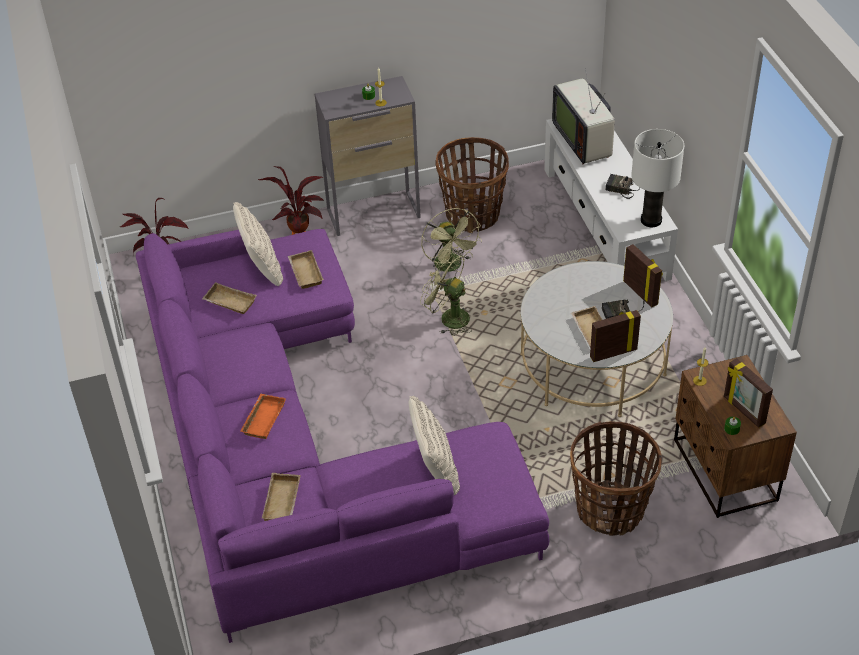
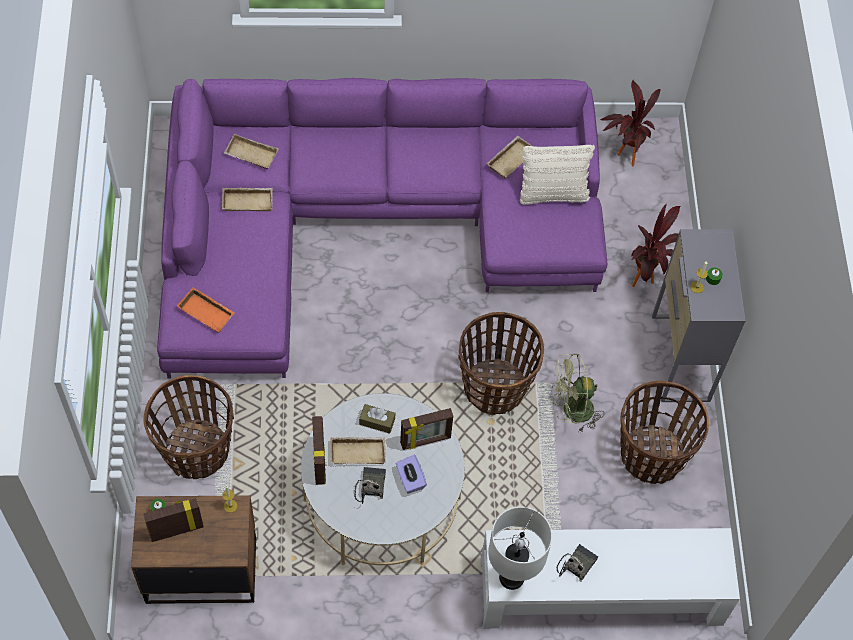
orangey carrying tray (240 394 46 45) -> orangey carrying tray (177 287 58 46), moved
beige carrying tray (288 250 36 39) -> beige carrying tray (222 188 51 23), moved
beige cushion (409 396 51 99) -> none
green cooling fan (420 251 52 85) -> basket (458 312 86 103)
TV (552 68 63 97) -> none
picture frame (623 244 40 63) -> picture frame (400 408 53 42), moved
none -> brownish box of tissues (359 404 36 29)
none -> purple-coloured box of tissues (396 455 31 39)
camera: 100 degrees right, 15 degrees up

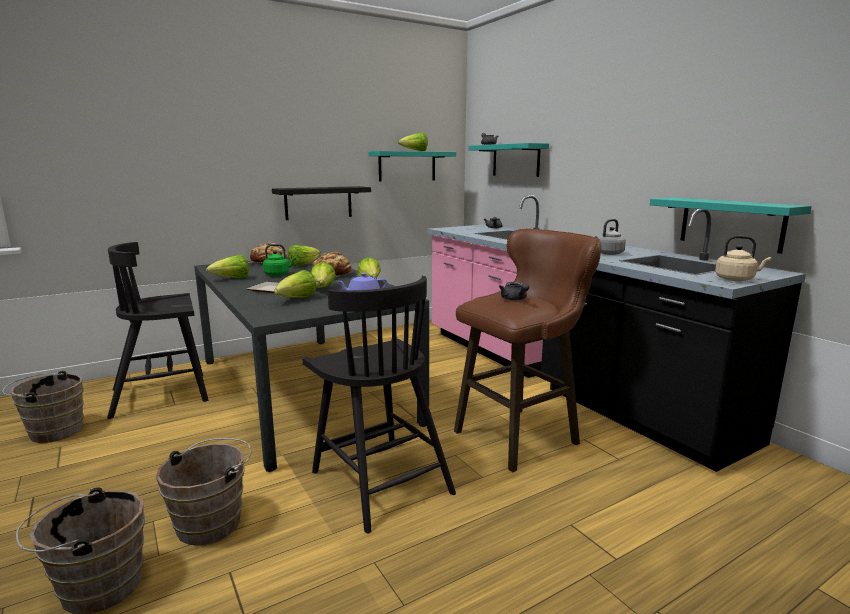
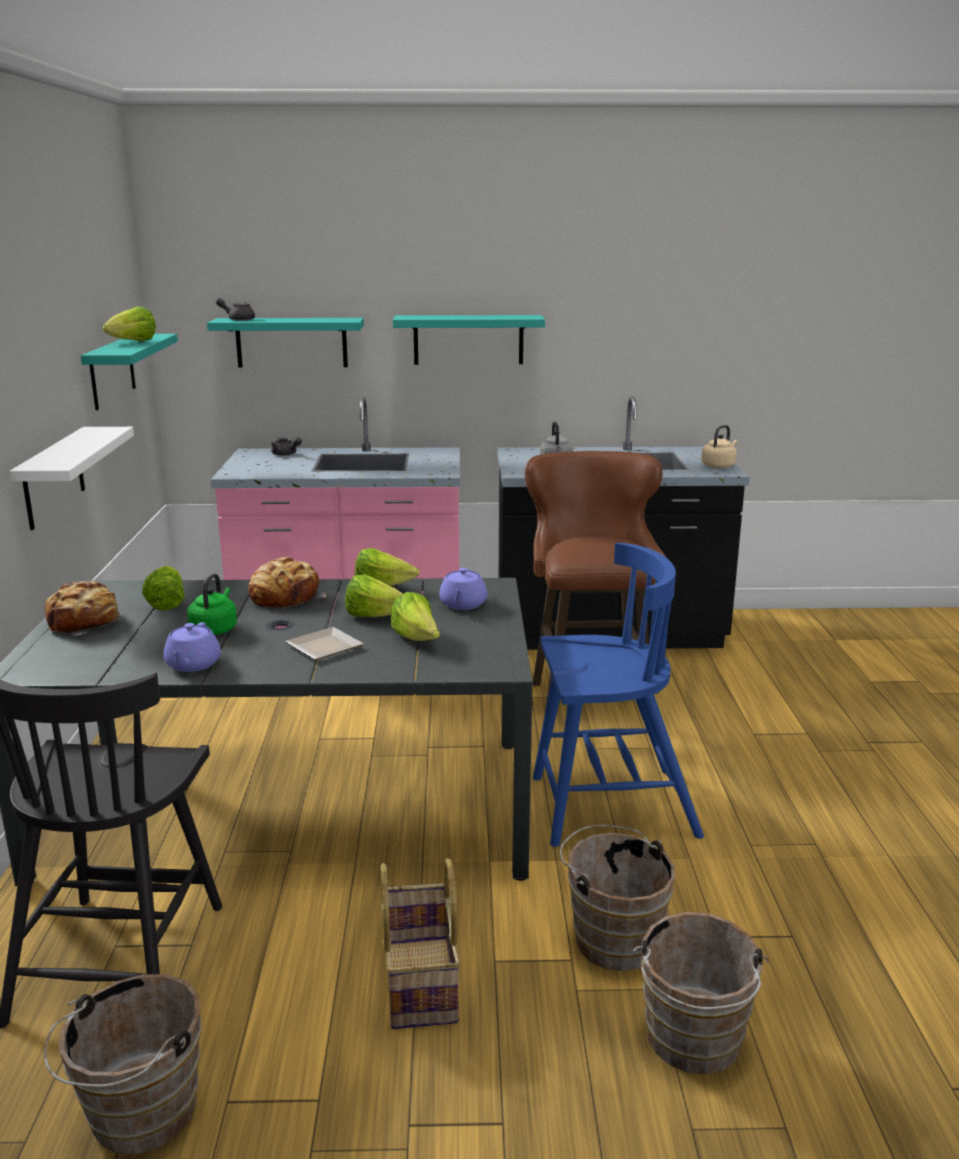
lettuce head (206 255 43 23) -> purple-coloured tea pot (163 622 58 50)
black-coloured bracket shelf (272 186 99 34) -> white bracket shelf (9 427 125 103)
black-coloured chair (302 276 154 258) -> blue-coloured chair (533 543 171 304)
greyish tea pot (499 282 30 18) -> none
blue-green bracket shelf (650 197 162 57) -> blue-green bracket shelf (393 315 152 50), moved
none -> basket (380 858 81 171)
camera: 60 degrees left, 5 degrees up

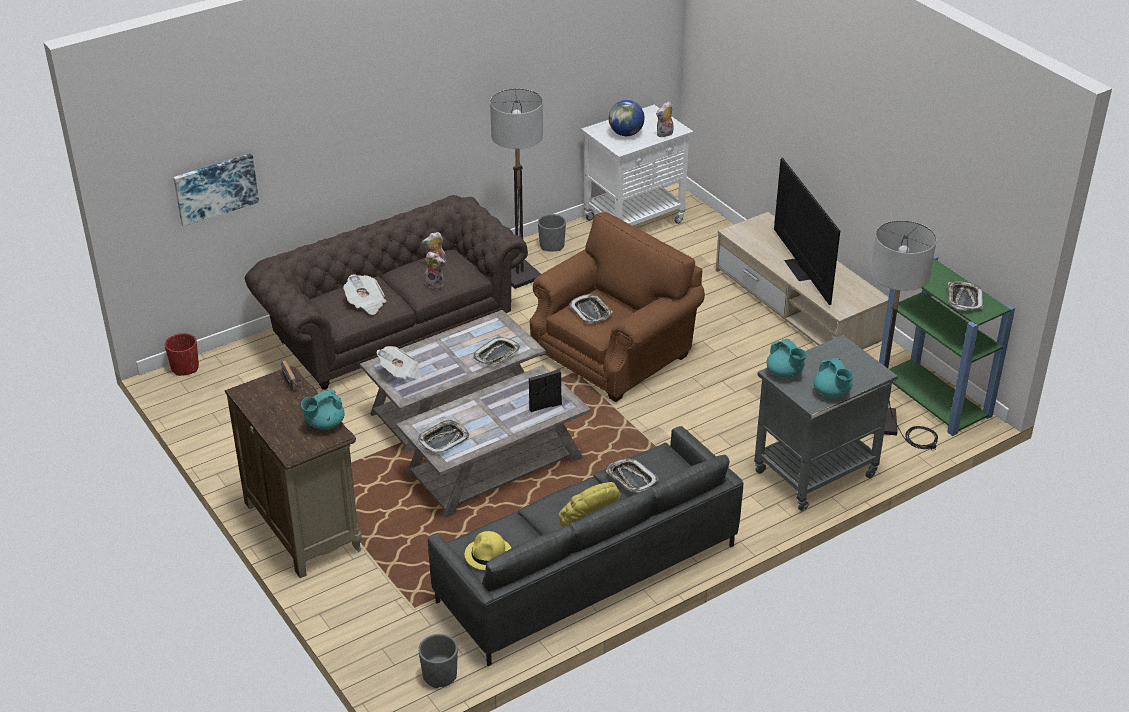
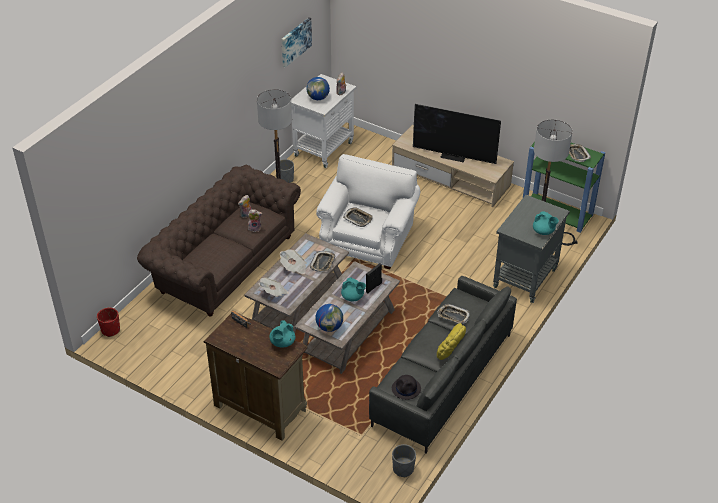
wall picture (173 154 86 72) -> wall picture (282 17 30 50), moved
newspaper (343 274 43 41) -> newspaper (280 249 27 25), moved
carrying tray (418 419 51 35) -> globe (316 304 27 28)
yellowish hat (465 531 46 39) -> black-coloured hat (392 375 29 25)
brownish easy chair (530 212 175 190) -> white easy chair (316 154 104 116)
blue-green tea pot (766 339 41 39) -> blue-green tea pot (341 277 25 24), moved
TV (774 158 66 147) -> TV (413 104 88 60), 150 degrees clockwise
camera: 25 degrees left, 5 degrees up

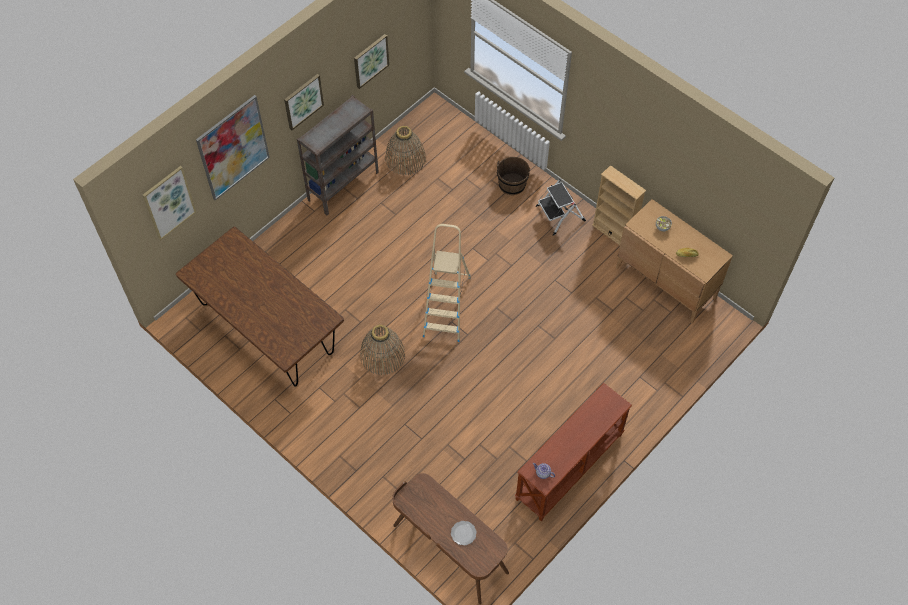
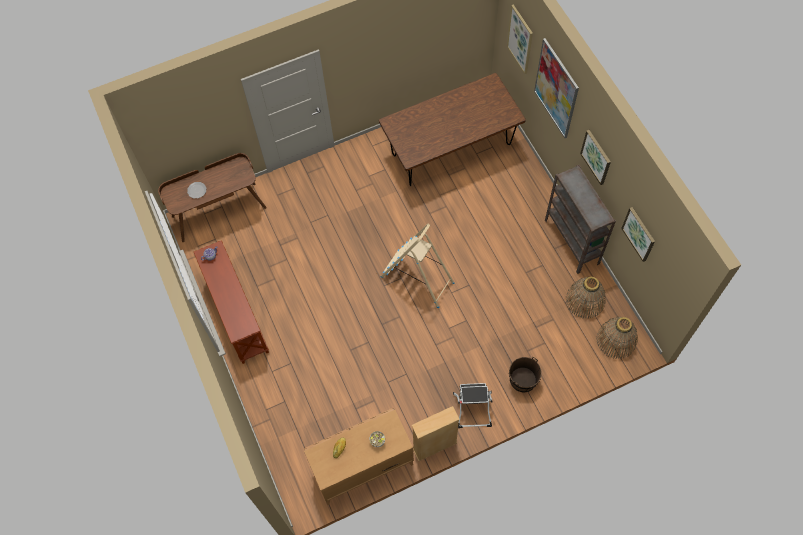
basket (360 325 45 50) -> basket (597 317 41 42), moved
camera: 115 degrees right, 5 degrees up

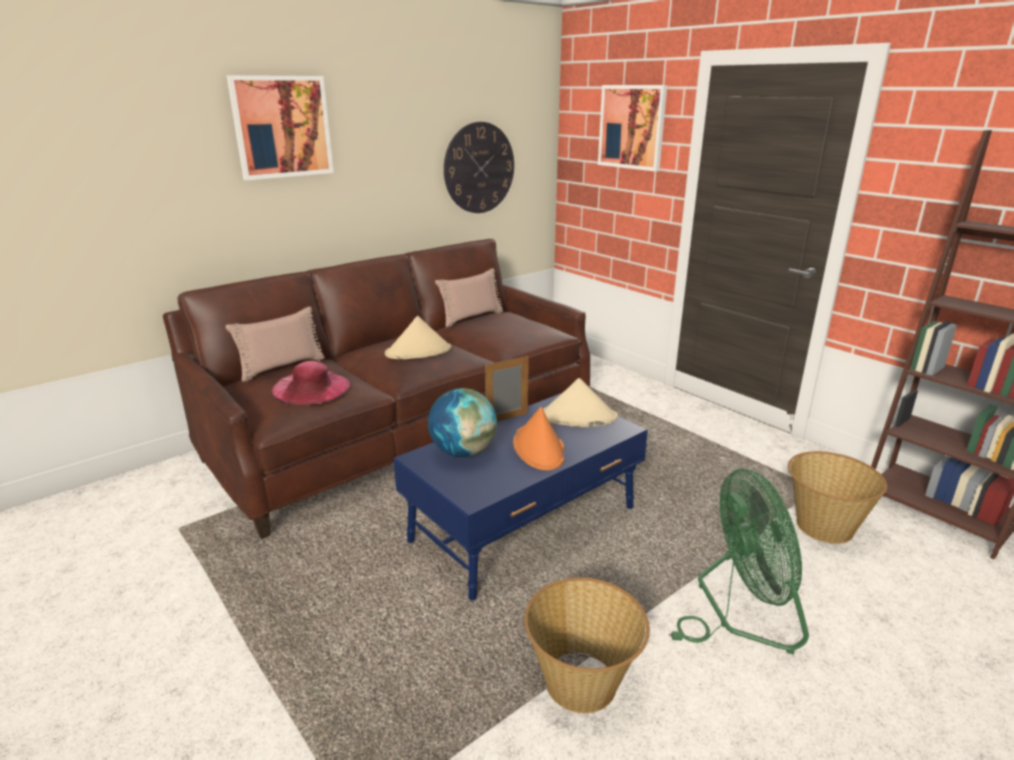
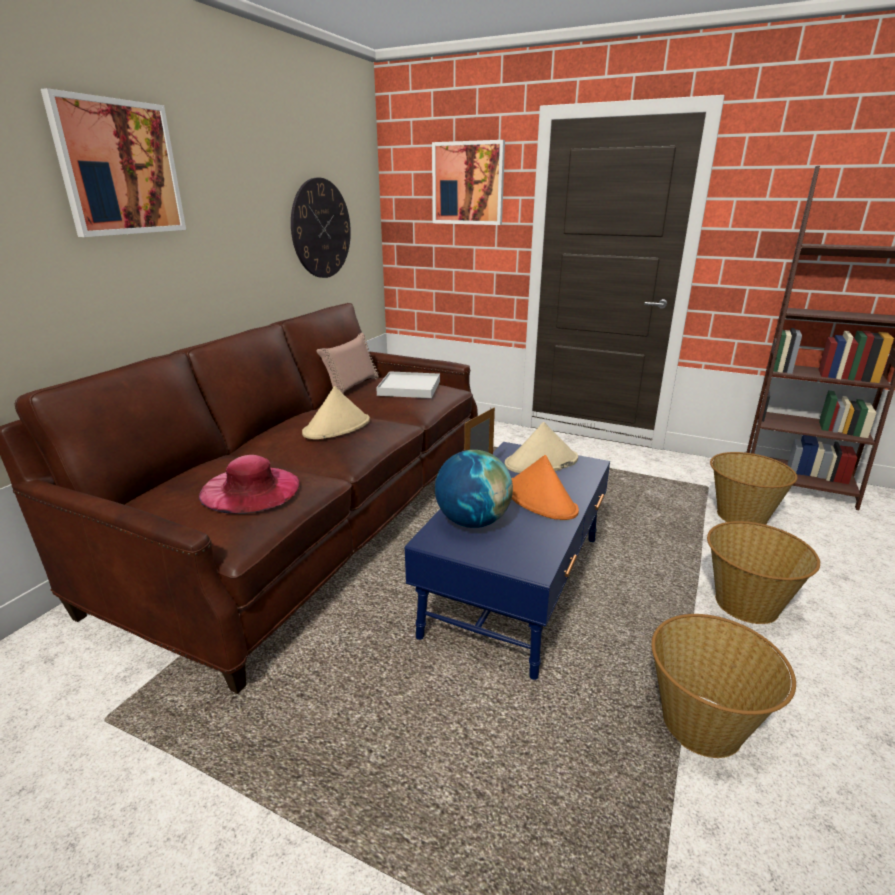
beige cushion (225 307 100 75) -> none
green cooling fan (669 468 140 187) -> basket (707 521 113 103)
none -> white carrying tray (376 371 64 27)
camera: 25 degrees left, 0 degrees up

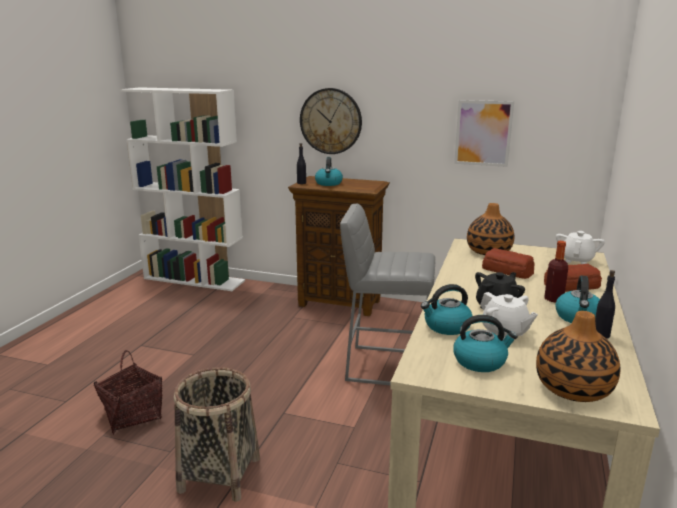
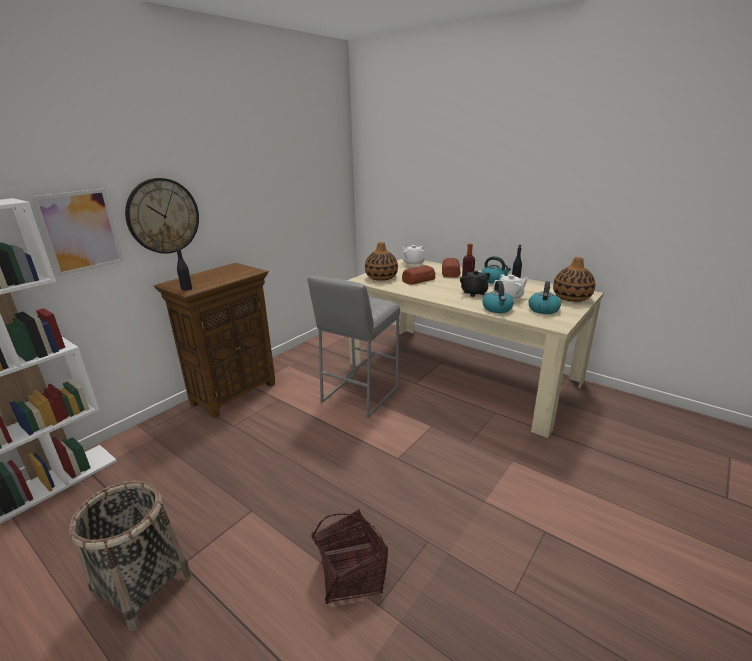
basket (174 367 86 135) -> basket (69 480 123 151), moved
water kettle (315 157 28 29) -> none
wall picture (454 100 60 67) -> wall picture (31 189 93 87), moved
camera: 70 degrees left, 5 degrees up

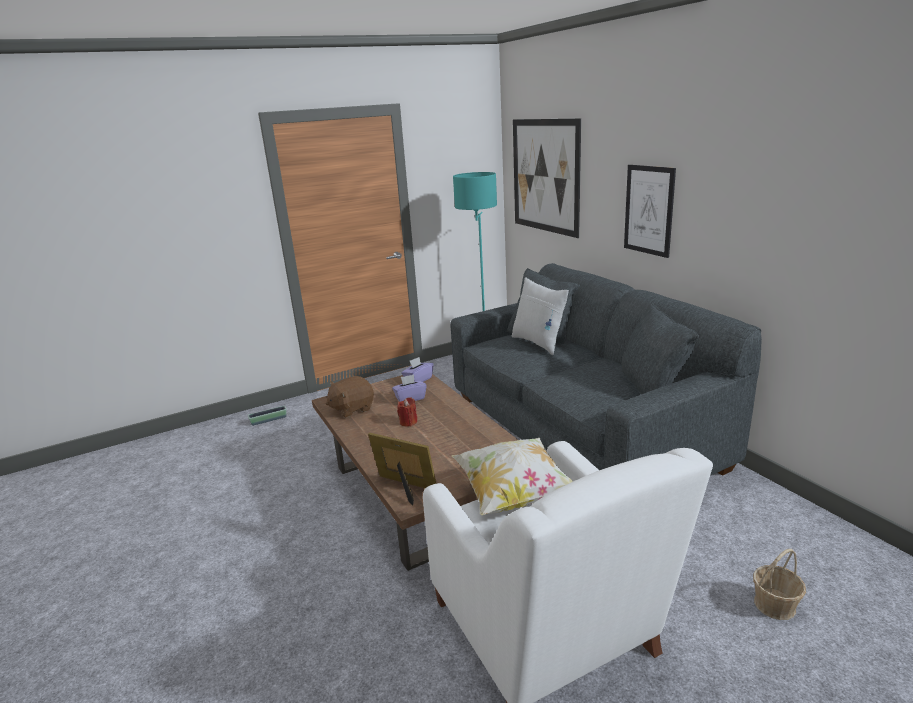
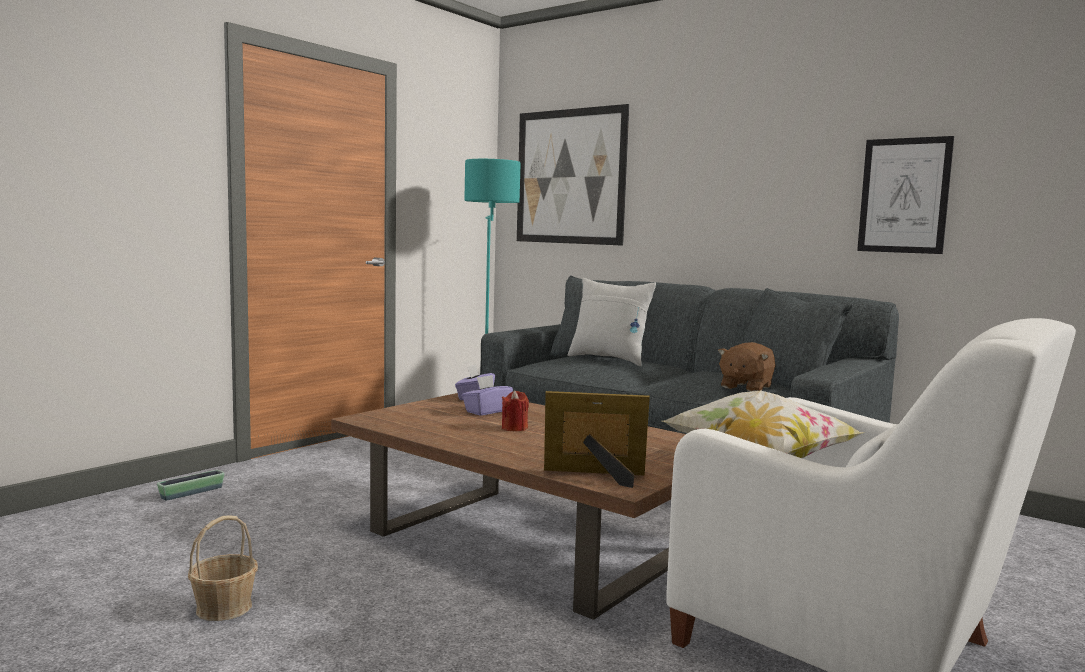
brownish cuddly toy (326 376 48 42) -> brownish cuddly toy (718 342 58 50), moved
wall picture (624 165 52 93) -> wall picture (857 136 97 118), moved
basket (753 549 53 71) -> basket (188 515 70 106), moved
camera: 25 degrees left, 15 degrees down

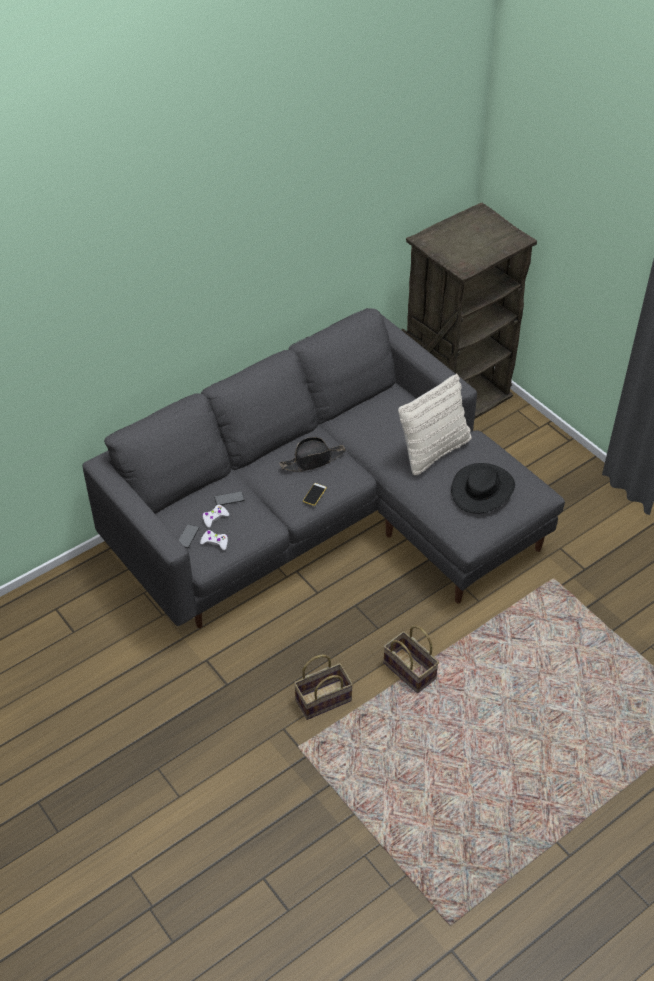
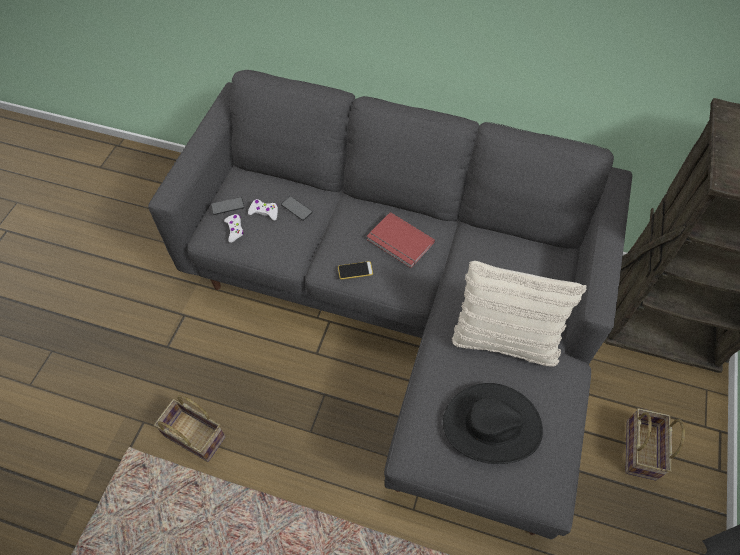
black-coloured hat (280 437 66 34) -> red-coloured book (366 212 69 56)
basket (384 625 55 68) -> basket (625 408 60 73), moved
camera: 55 degrees right, 10 degrees up

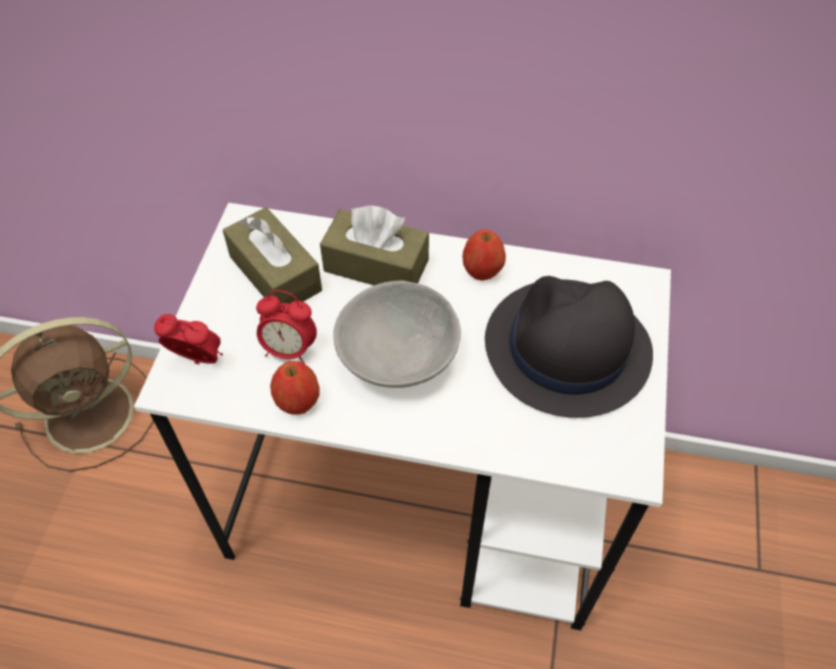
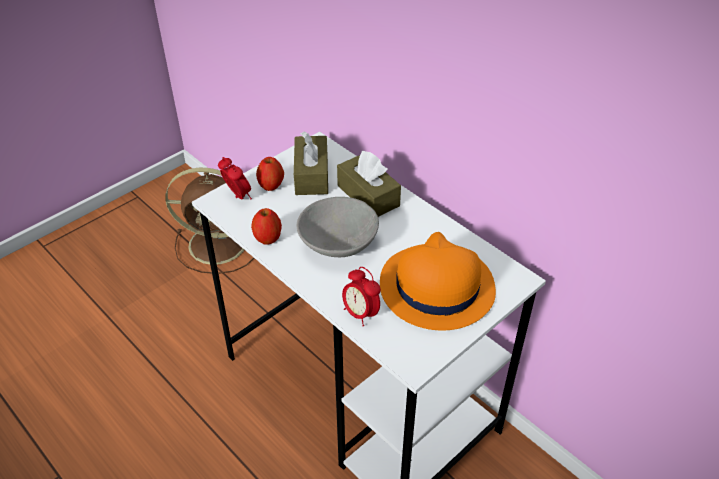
table clock (256 290 61 74) -> table clock (342 267 39 59), moved
whole apple (462 229 44 52) -> whole apple (256 157 28 34), moved
black-coloured hat (485 276 168 142) -> orangey hat (380 232 116 99)
camera: 35 degrees right, 10 degrees down

